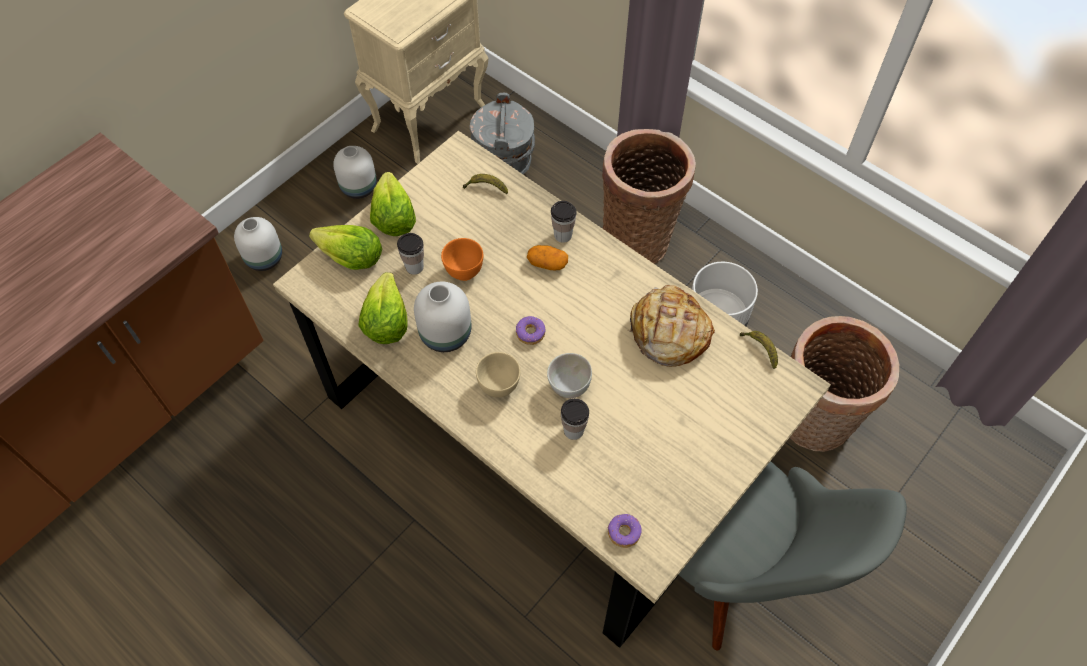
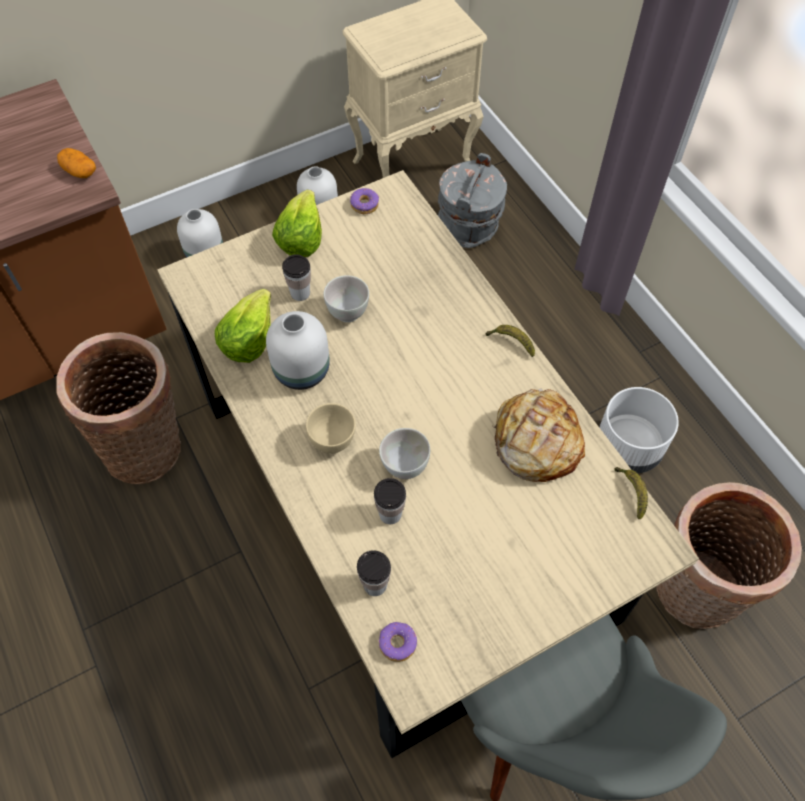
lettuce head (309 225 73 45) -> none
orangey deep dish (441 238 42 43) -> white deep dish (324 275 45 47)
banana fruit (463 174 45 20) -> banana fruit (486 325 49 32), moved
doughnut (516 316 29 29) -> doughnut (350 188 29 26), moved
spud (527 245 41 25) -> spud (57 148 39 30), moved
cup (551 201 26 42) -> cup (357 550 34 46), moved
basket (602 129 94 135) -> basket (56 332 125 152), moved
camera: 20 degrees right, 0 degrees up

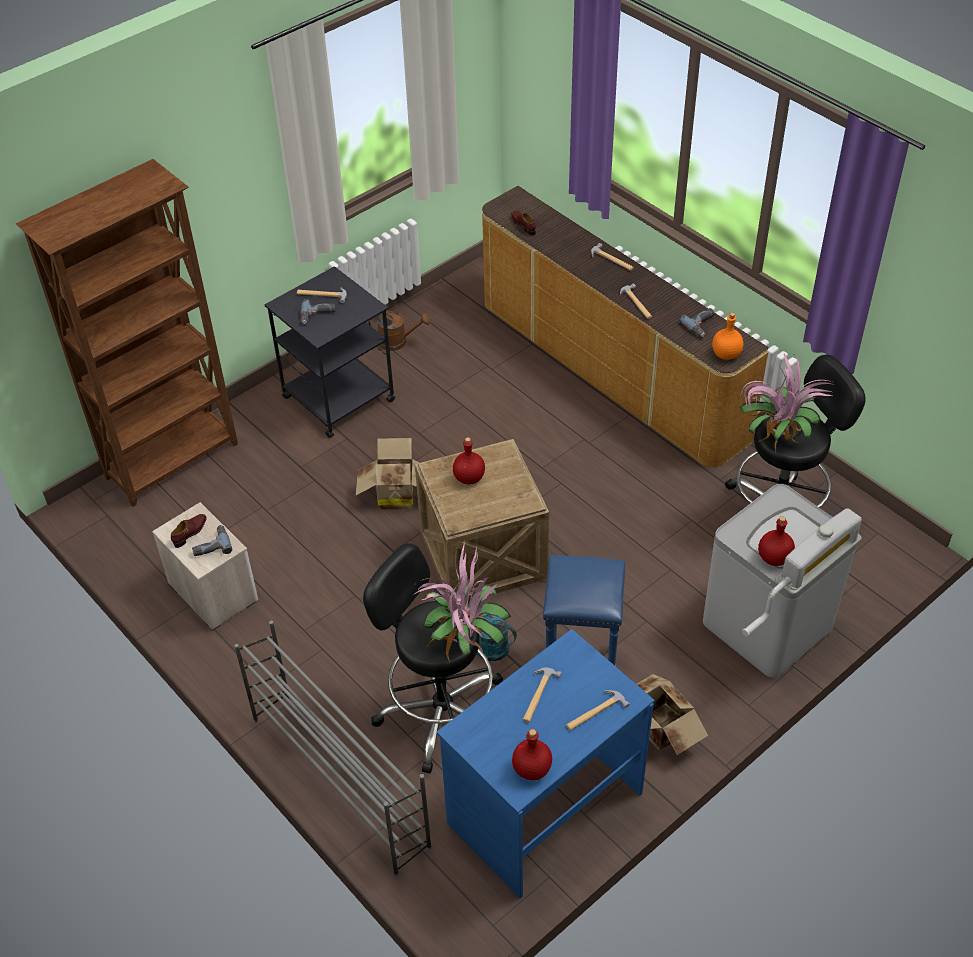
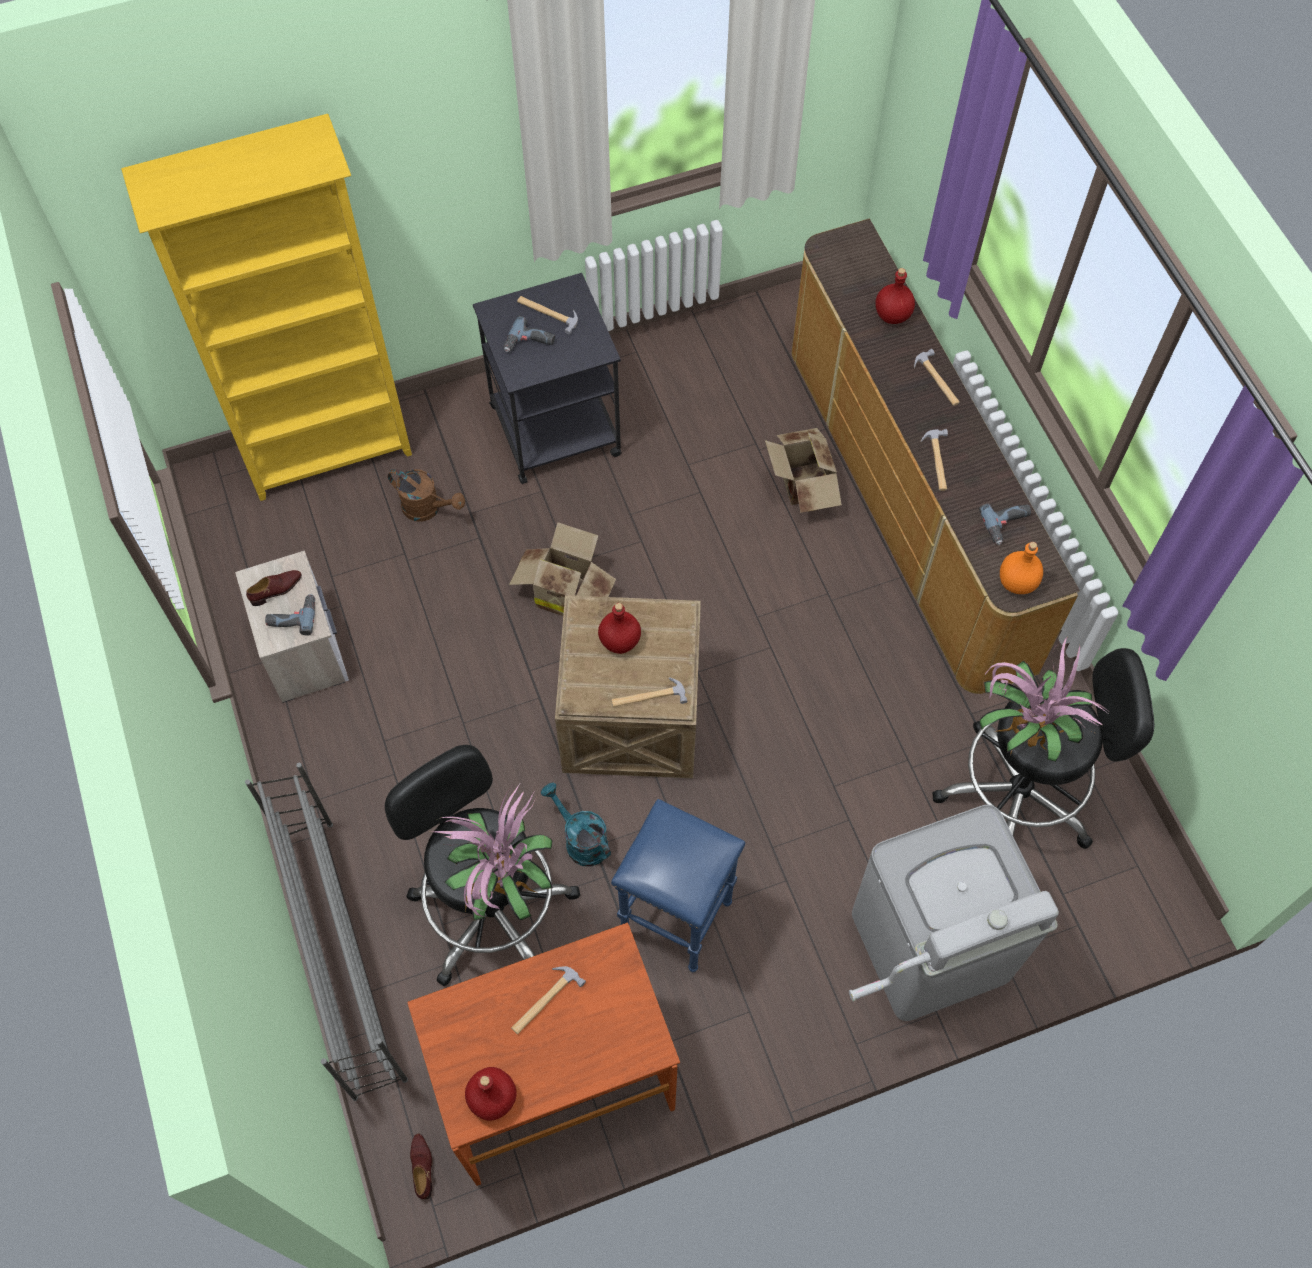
brownish shelving unit (16 159 222 348) -> yellowish shelving unit (121 114 291 387)
brownish watering pot (369 311 62 40) -> brownish watering pot (388 469 77 53), moved
blue-coloured desk table (437 629 217 269) -> brownish desk table (407 923 273 263)
brownish shoe (511 211 25 24) -> brownish shoe (410 1133 23 66), moved
tool hammer (566 690 64 41) -> tool hammer (611 677 76 30), moved
carton (637 674 71 81) -> carton (765 428 77 85), moved
red-coloured beverage bottle (758 516 37 50) -> red-coloured beverage bottle (875 268 40 56), moved
camera: 20 degrees right, 15 degrees up

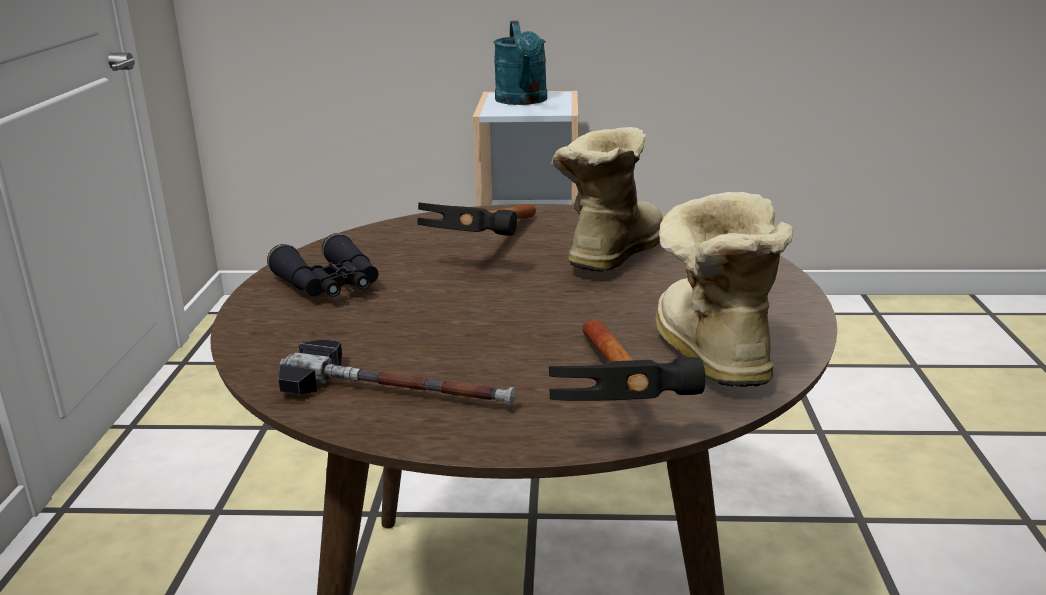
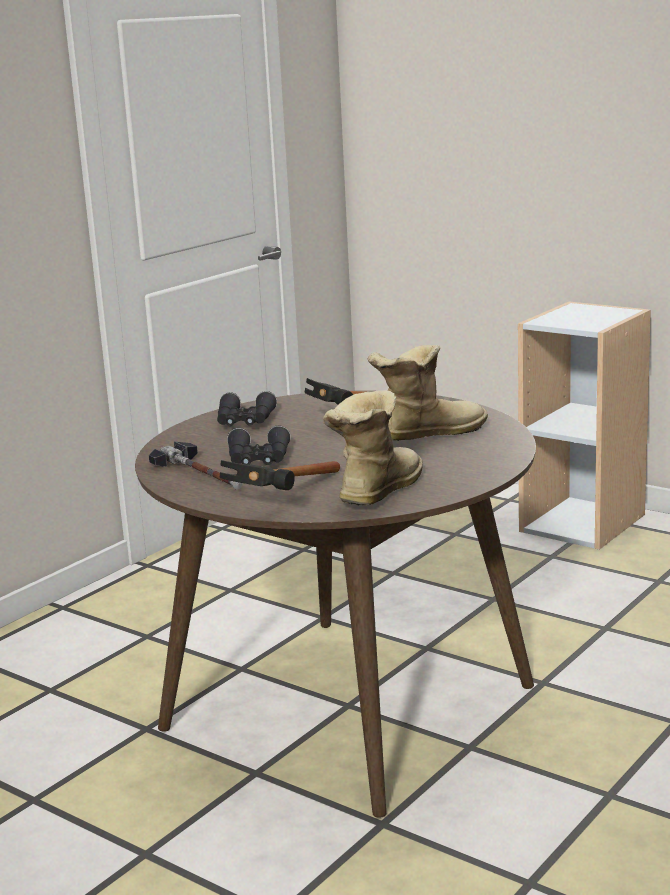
blue-green watering pot (493 21 54 84) -> none
none -> black-coloured field glasses (227 425 64 40)
camera: 35 degrees right, 5 degrees down

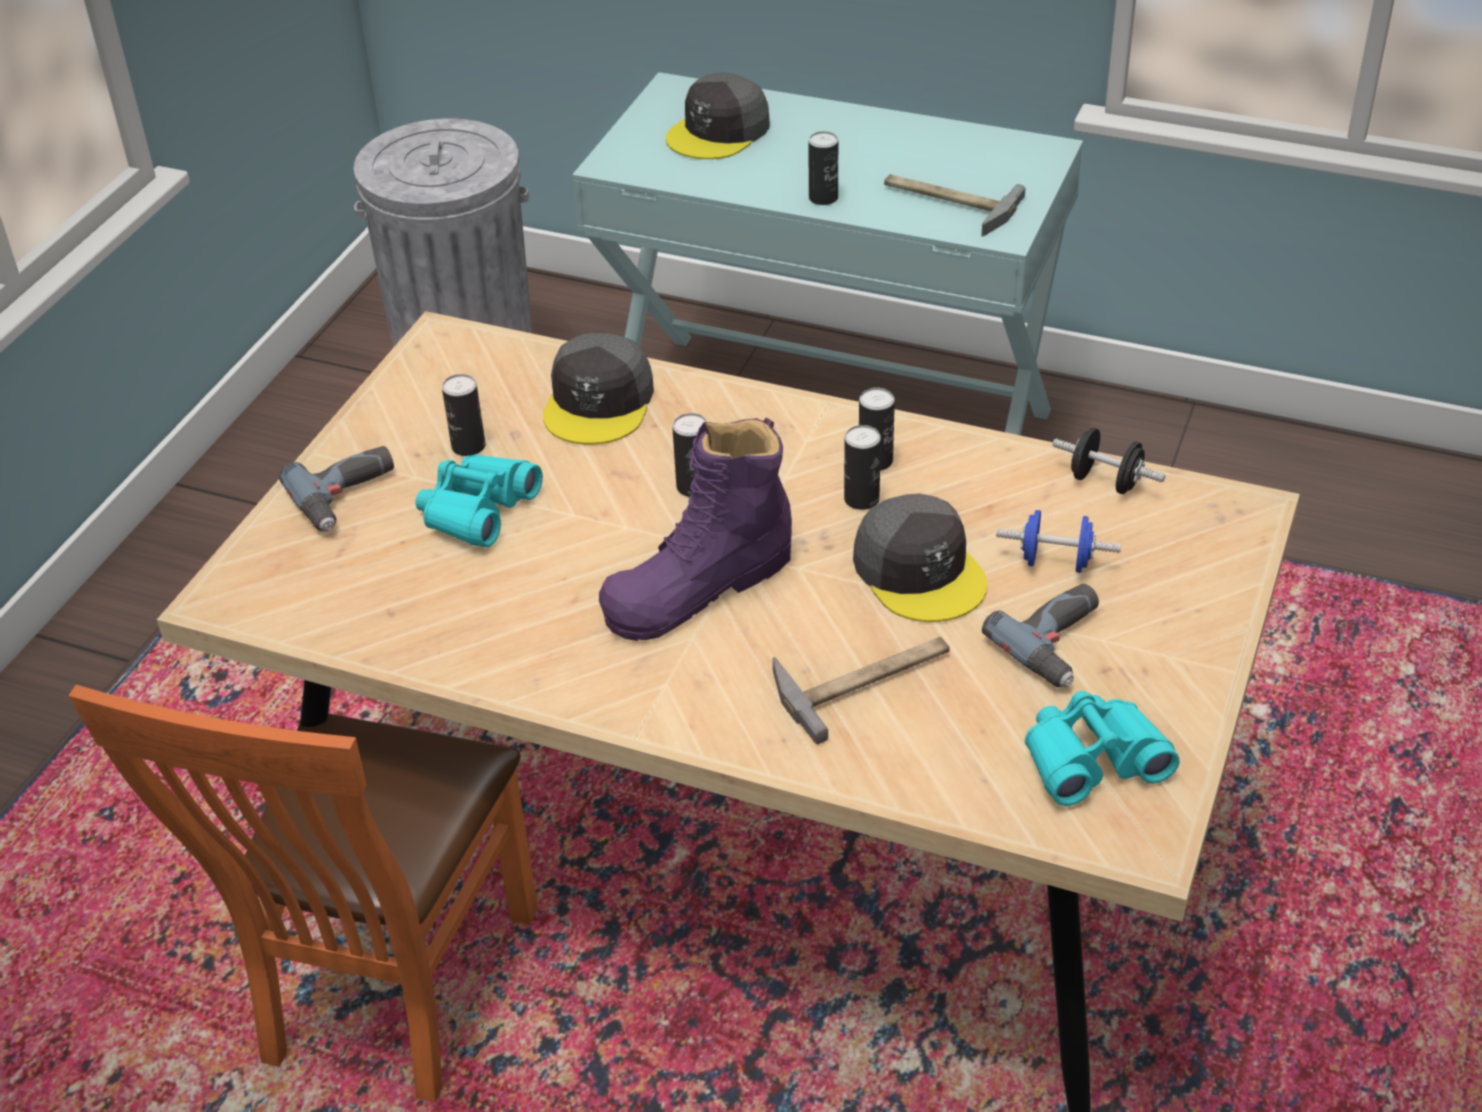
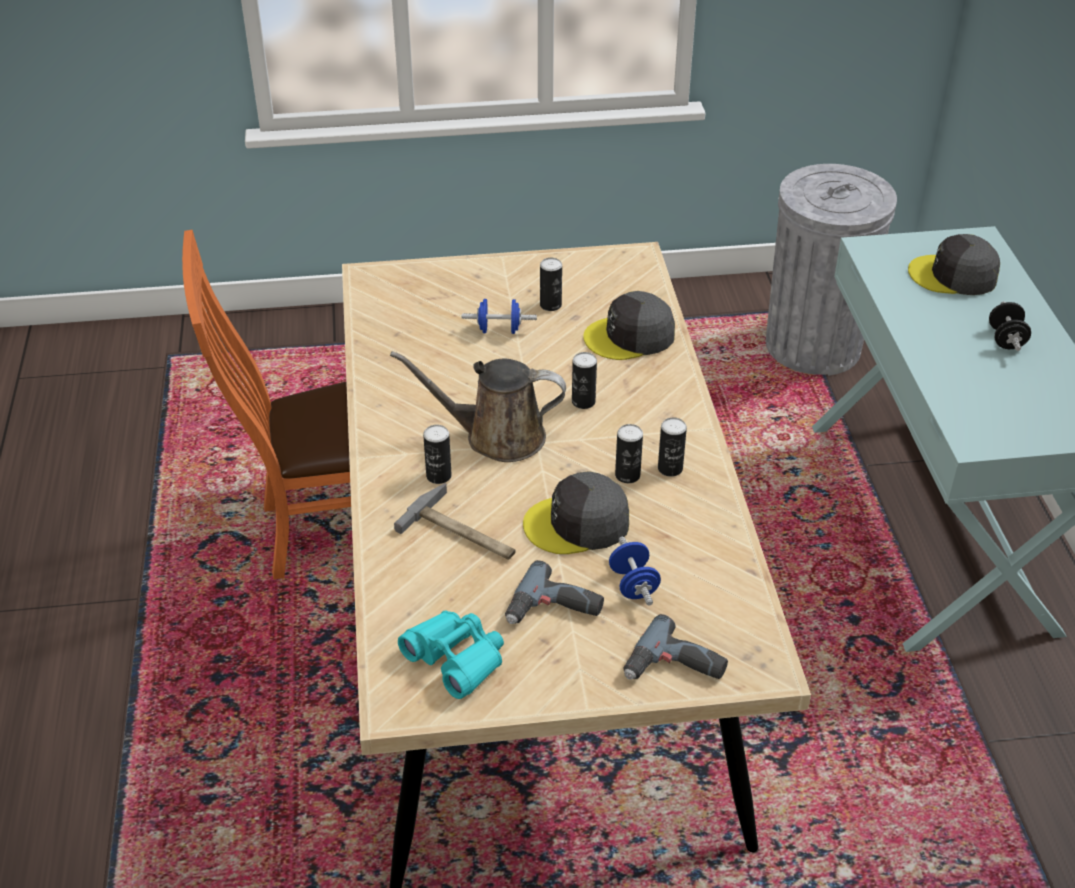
electric drill (279 446 115 85) -> electric drill (624 614 104 66), moved
blue-green field glasses (415 454 128 93) -> blue-coloured dumbbell (462 299 75 35)
purple-coloured tall boot (599 418 193 223) -> brownish watering pot (390 351 176 111)
sealed can (808 131 30 74) -> sealed can (423 425 29 59), moved
greyish peaked cap (853 494 134 128) -> greyish peaked cap (523 471 106 83), 45 degrees clockwise
tool hammer (884 174 141 62) -> none
black-coloured dumbbell (1053 428 112 66) -> black-coloured dumbbell (989 301 42 50), moved
camera: 60 degrees right, 0 degrees up

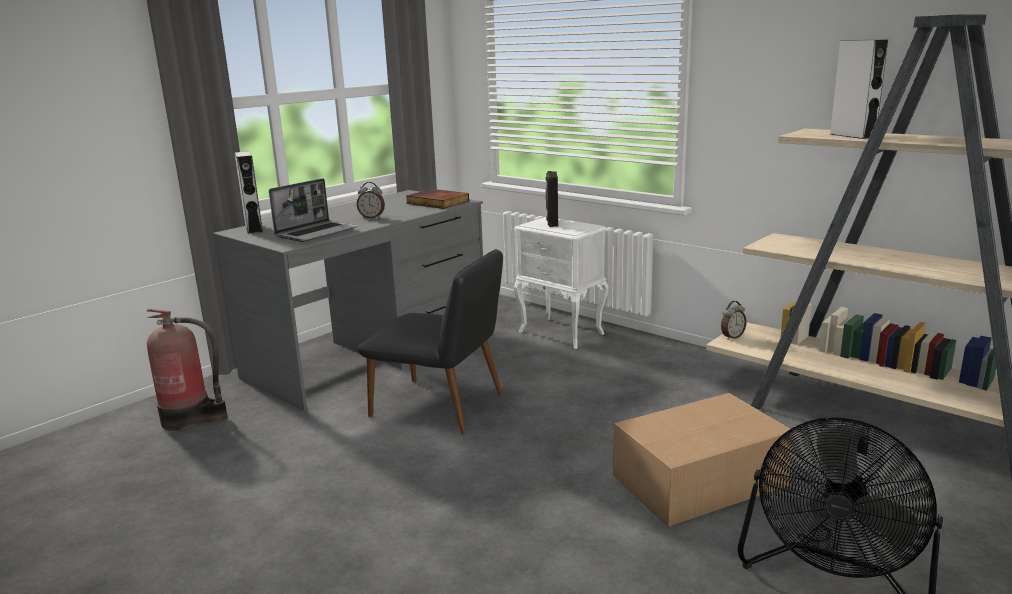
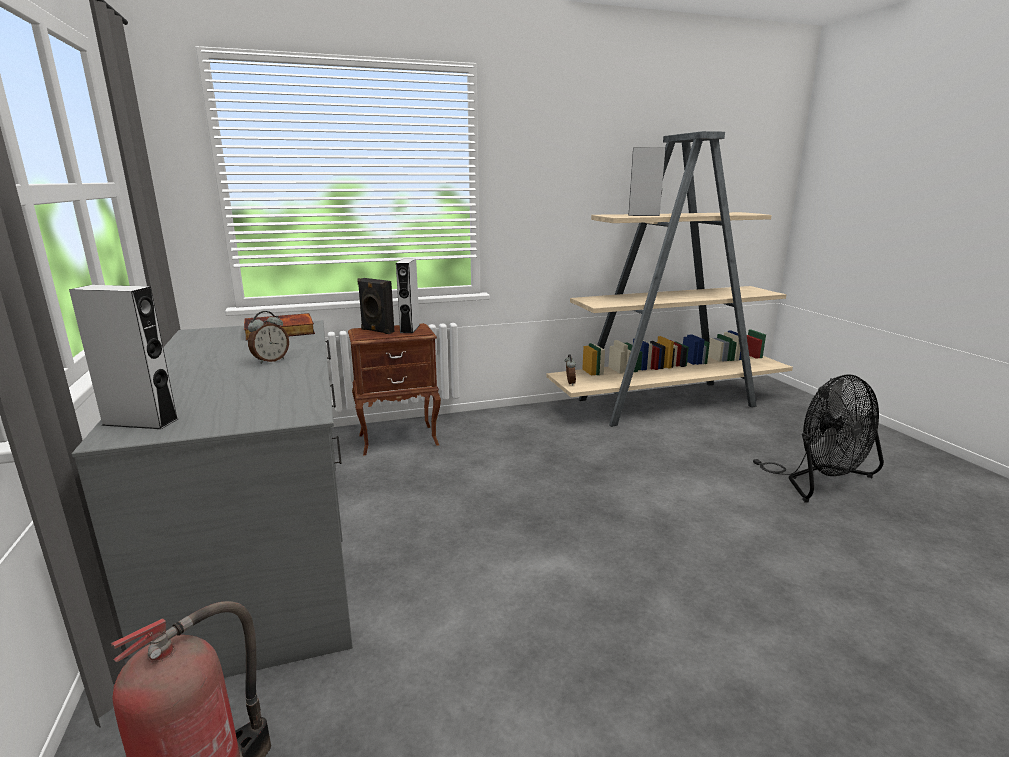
portable computer (269 178 88 64) -> none
black-coloured chair (356 249 147 186) -> none
white night table (513 217 96 132) -> brownish night table (348 323 93 133)
carton (613 393 182 134) -> none
none -> greyish loudspeaker (396 259 24 74)
camera: 60 degrees left, 0 degrees up

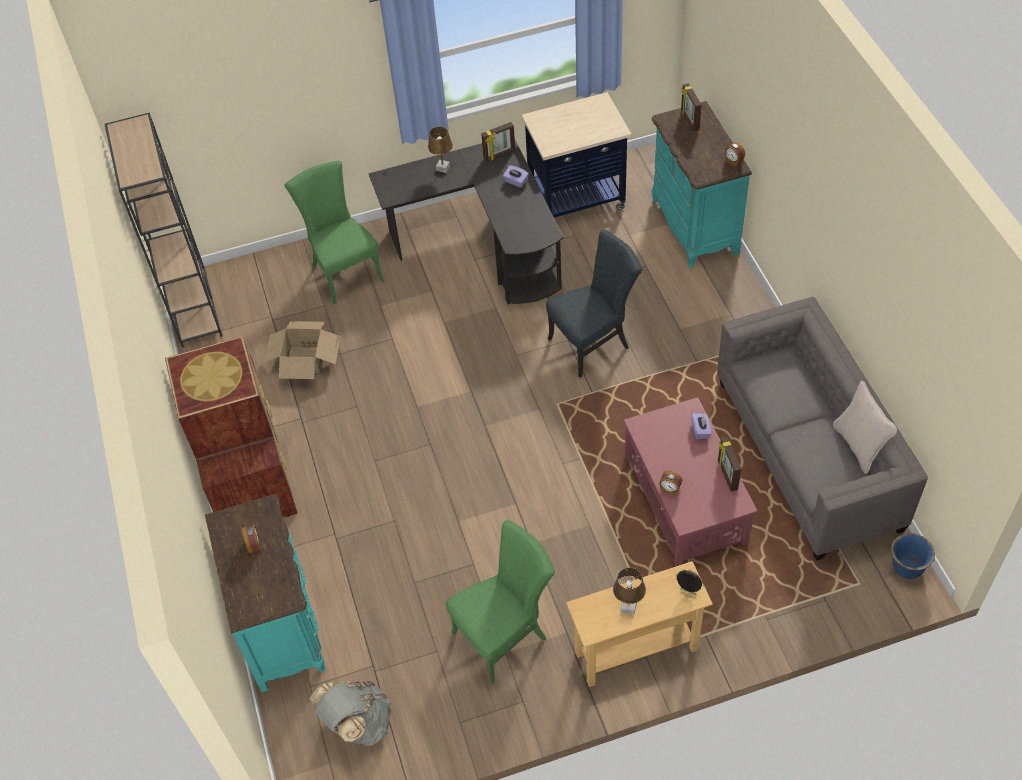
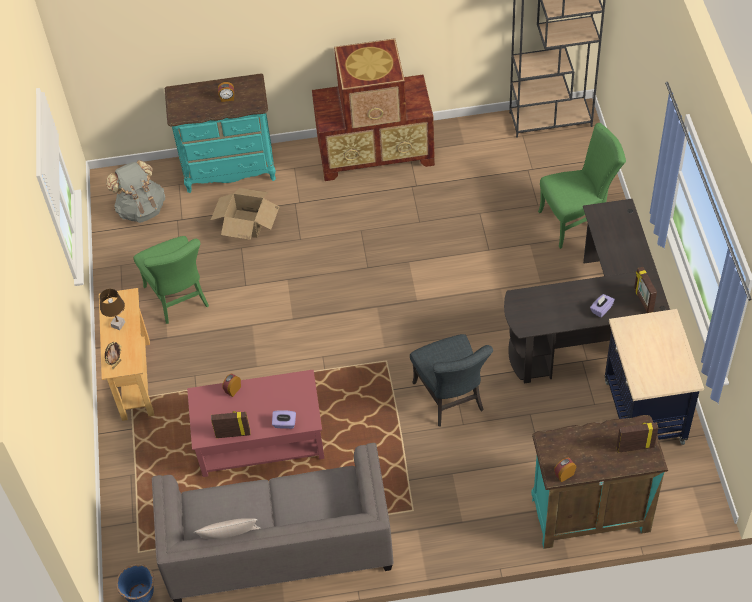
carton (263 321 78 58) -> carton (210 188 69 52), moved
brownish lamp for a table (428 126 25 47) -> none
camera: 100 degrees right, 0 degrees up

